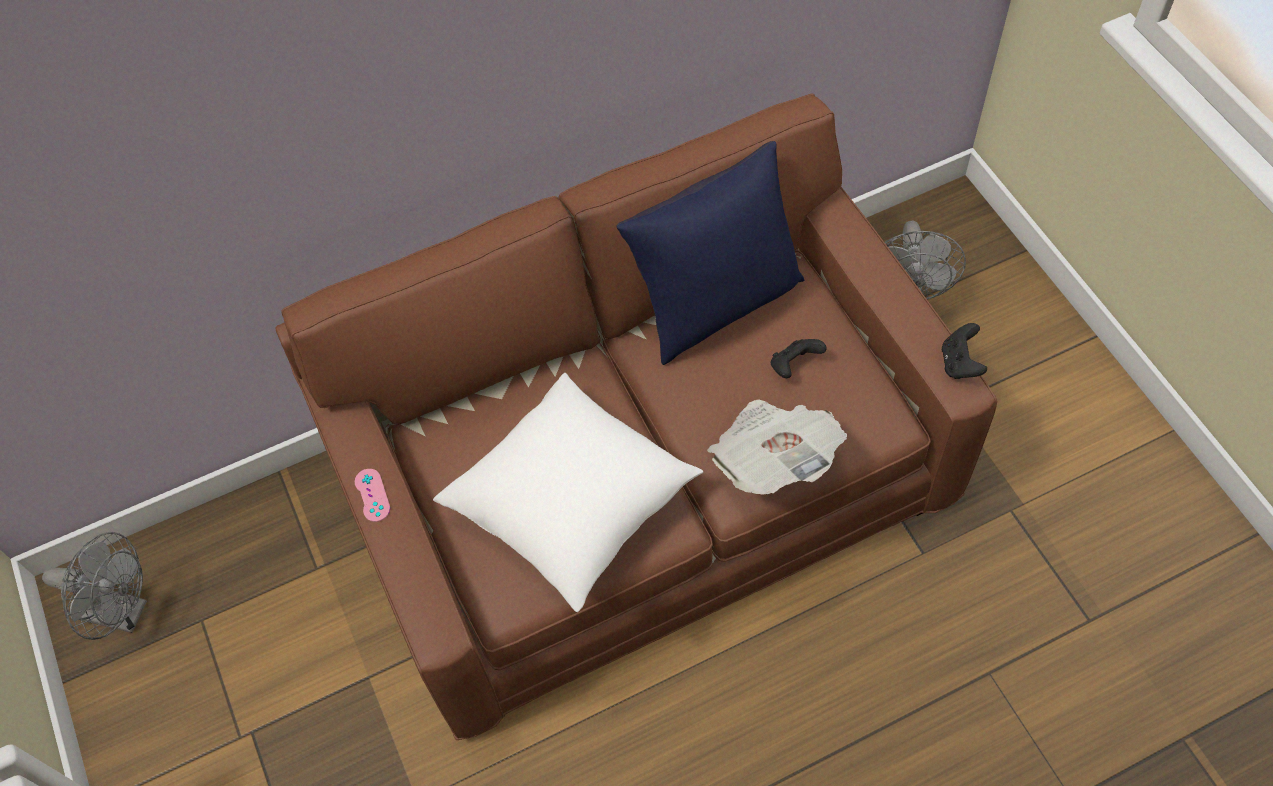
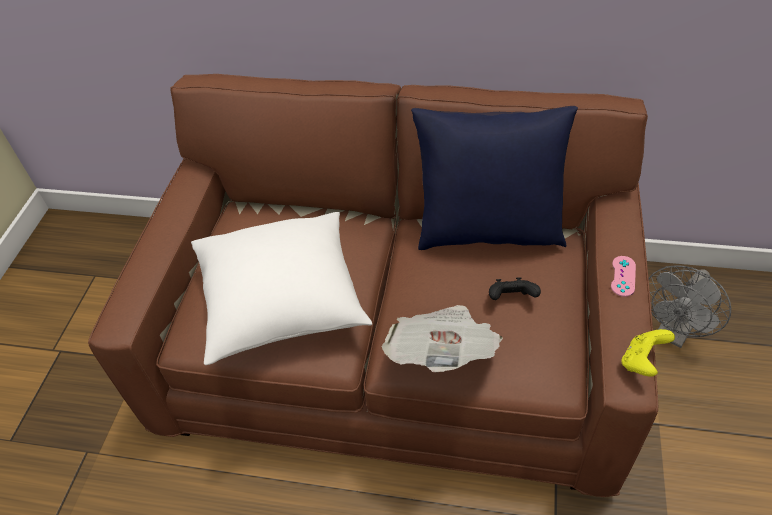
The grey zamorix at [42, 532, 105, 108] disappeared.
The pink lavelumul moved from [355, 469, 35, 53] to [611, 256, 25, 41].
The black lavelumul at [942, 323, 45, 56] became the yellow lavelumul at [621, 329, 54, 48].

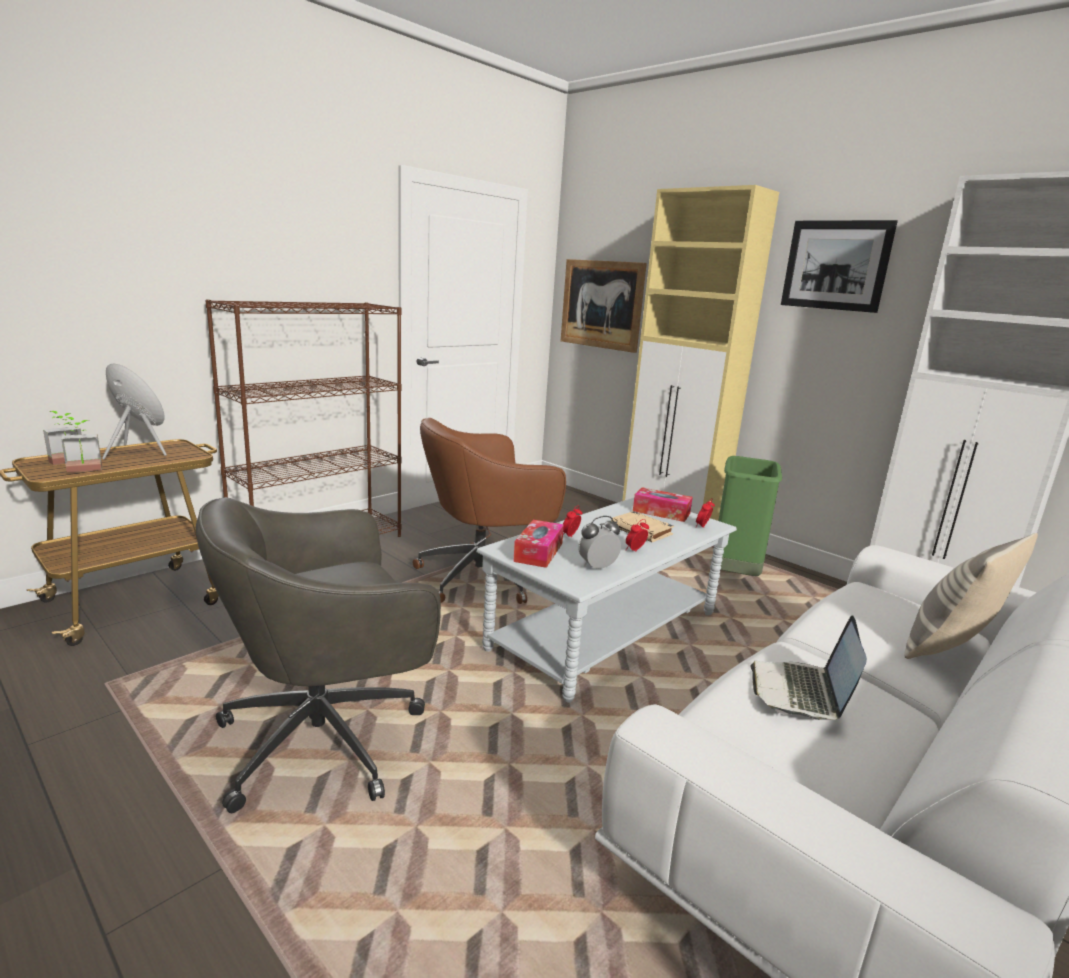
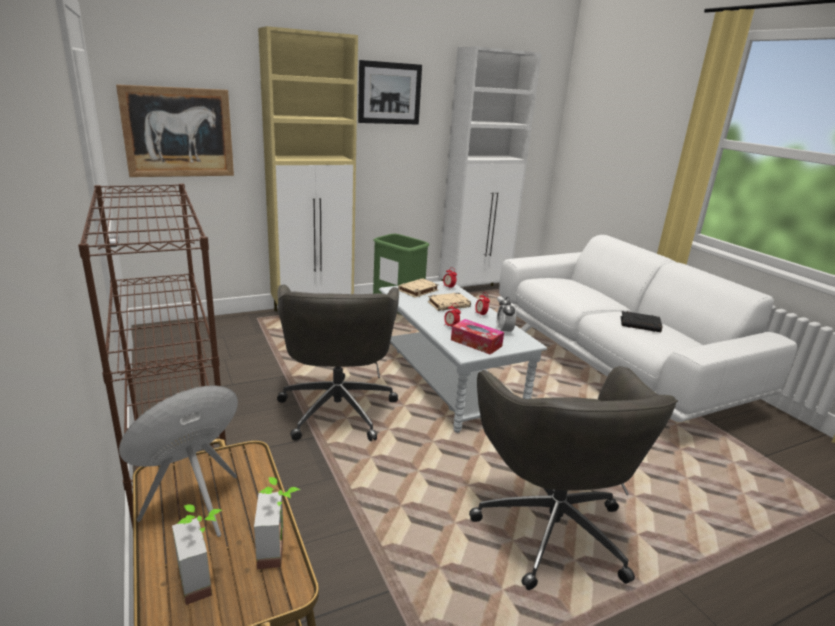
The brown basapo at [413, 418, 153, 186] became the grey basapo at [277, 285, 122, 156].
The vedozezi at [633, 487, 60, 35] was replaced by the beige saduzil at [398, 278, 41, 19].
The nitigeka at [750, 615, 117, 105] was replaced by the black saduzil at [621, 311, 41, 21].
The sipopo at [904, 533, 134, 126] disappeared.

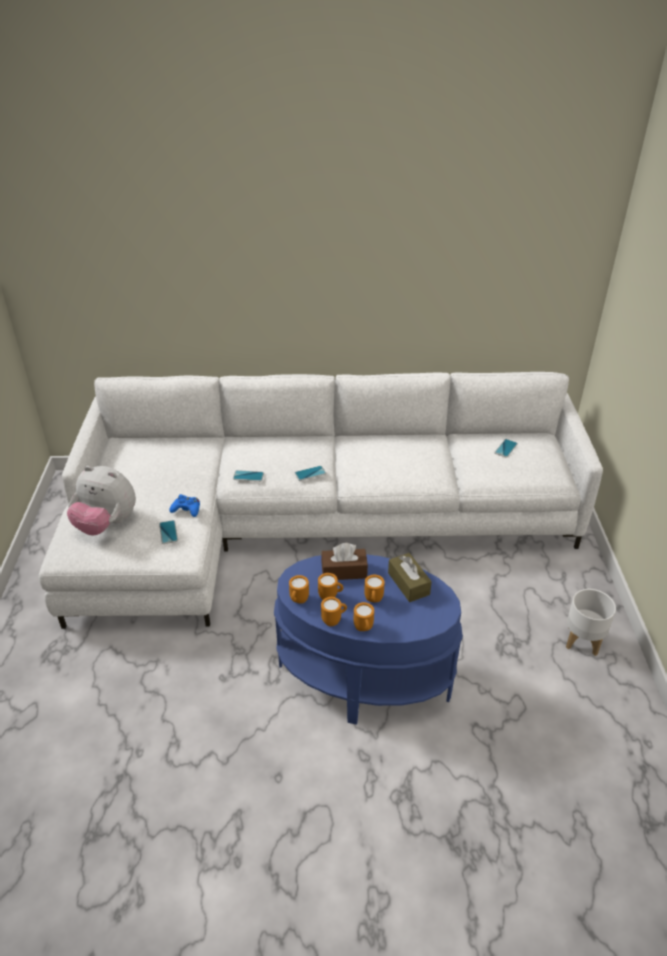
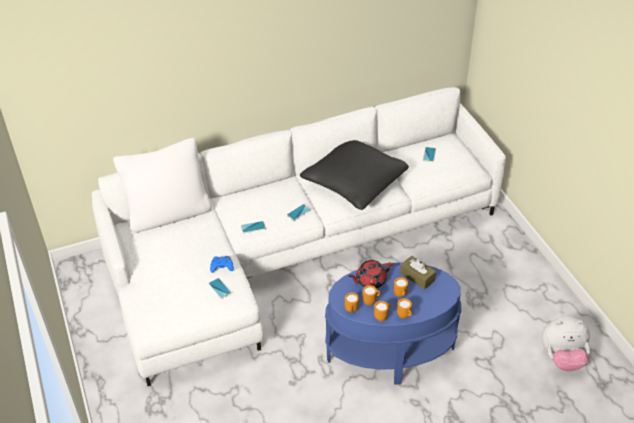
The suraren moved from [67, 466, 69, 70] to [541, 317, 49, 54].
The brown vedozezi at [321, 543, 47, 37] was replaced by the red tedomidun at [348, 260, 44, 28].
The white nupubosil at [566, 589, 50, 67] disappeared.
The white sipopo at [113, 138, 99, 95] appeared.
The black sipopo at [300, 140, 109, 70] appeared.

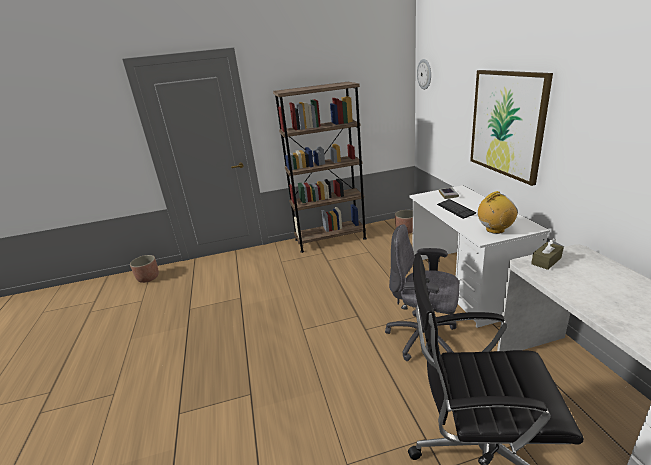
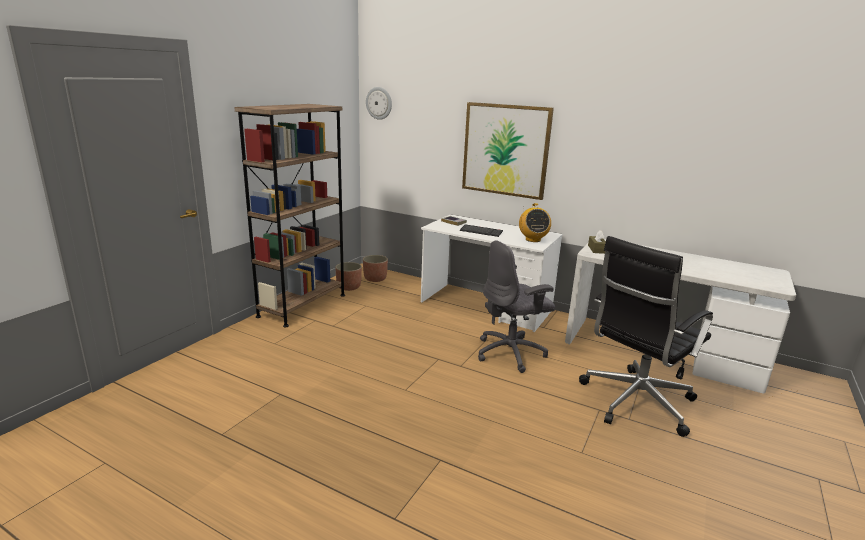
The nupubosil moved from [130, 255, 29, 28] to [335, 262, 27, 29].
The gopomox at [478, 191, 40, 43] turned 150 degrees clockwise.

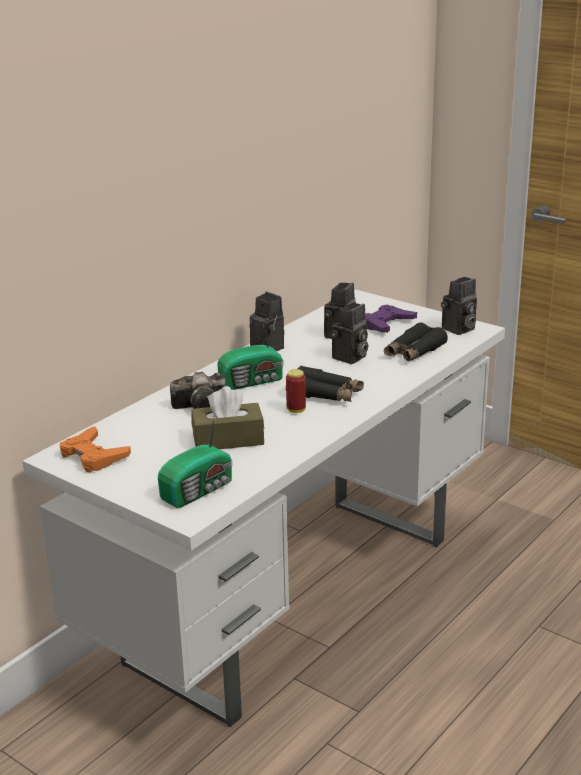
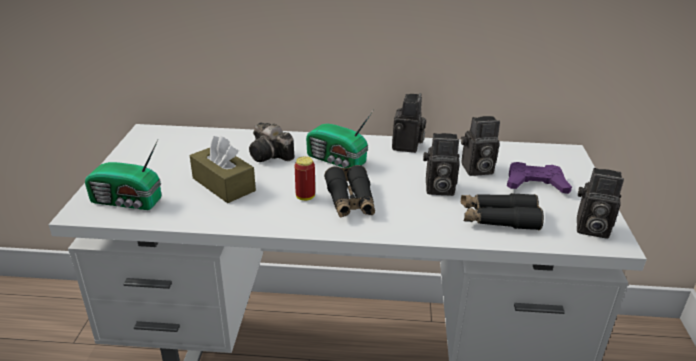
The orange lavelumul at [60, 426, 71, 46] disappeared.

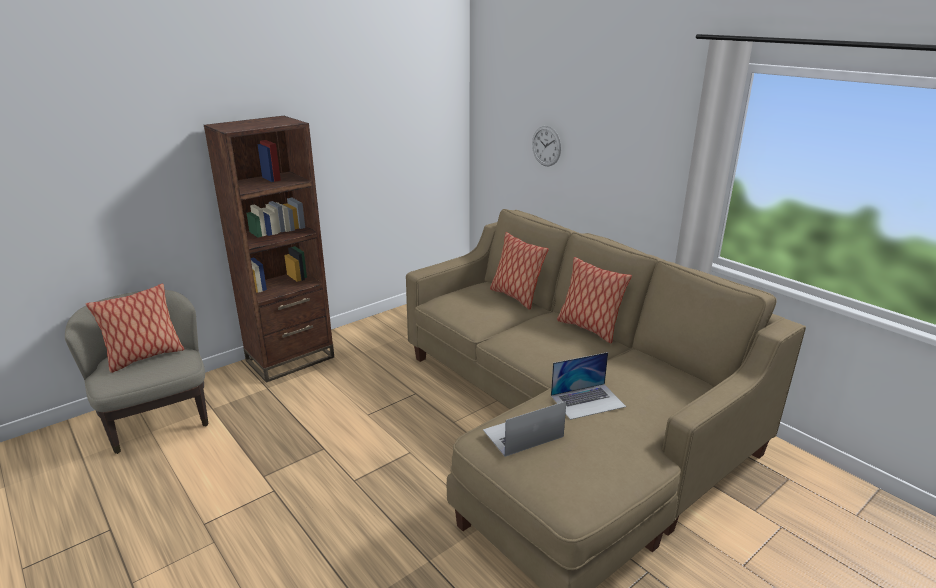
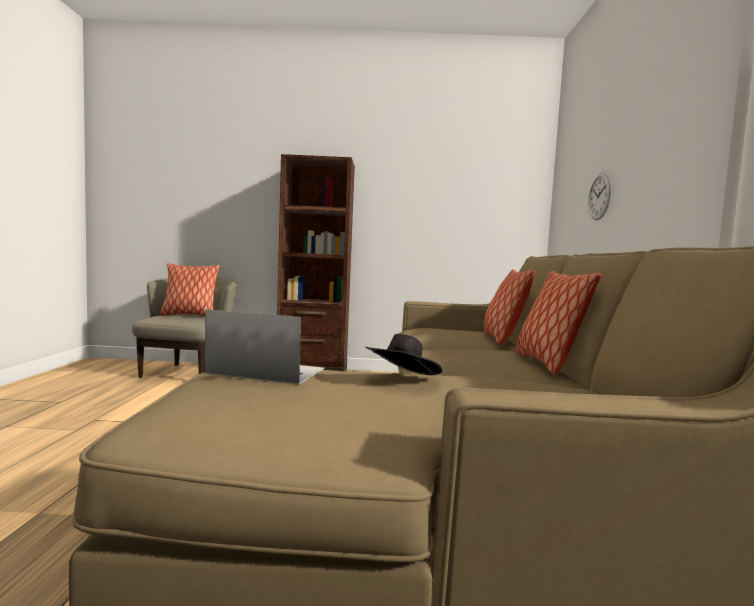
The nitigeka at [551, 352, 75, 68] was replaced by the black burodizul at [366, 334, 76, 41].

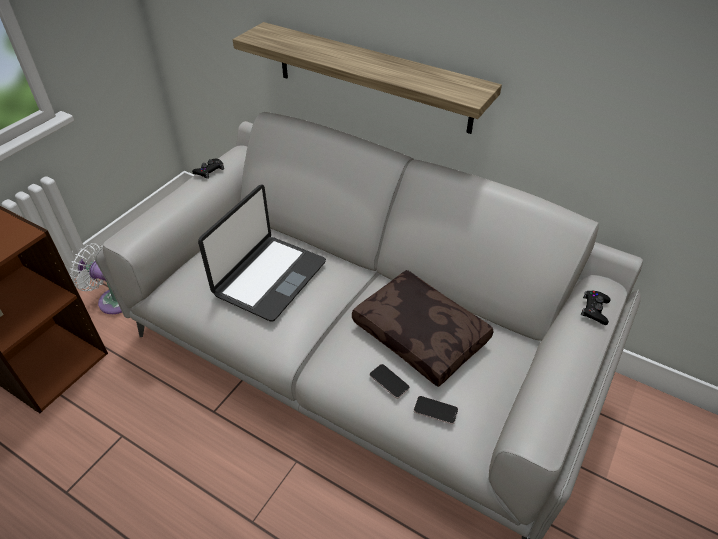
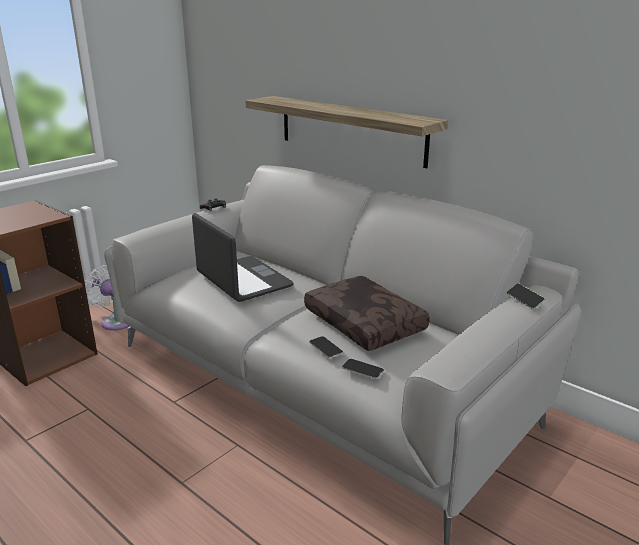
The nitigeka at [198, 185, 128, 137] turned 75 degrees counterclockwise.
The black lavelumul at [581, 291, 30, 34] was replaced by the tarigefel at [507, 283, 38, 26].

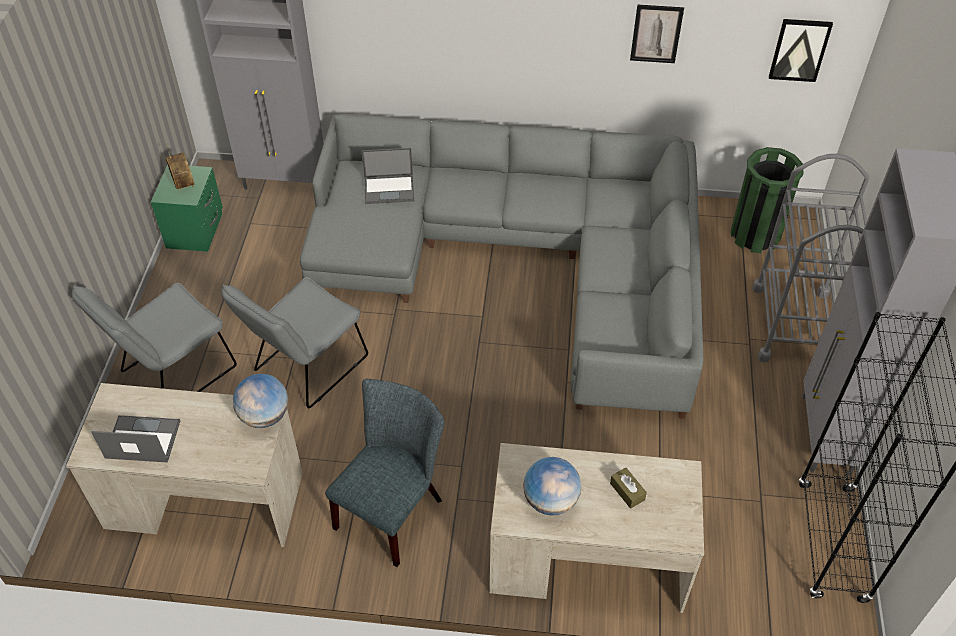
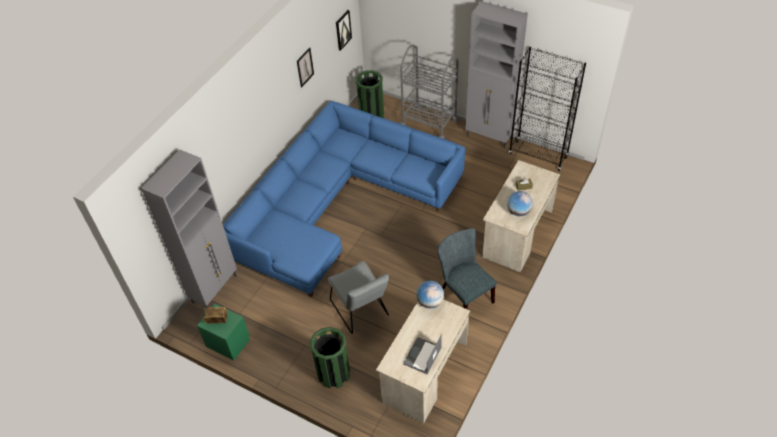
The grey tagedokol at [72, 283, 165, 109] was replaced by the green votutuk at [310, 327, 40, 62].
The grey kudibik at [300, 114, 403, 305] became the blue kudibik at [223, 101, 242, 196].
The nitigeka at [361, 148, 54, 56] disappeared.

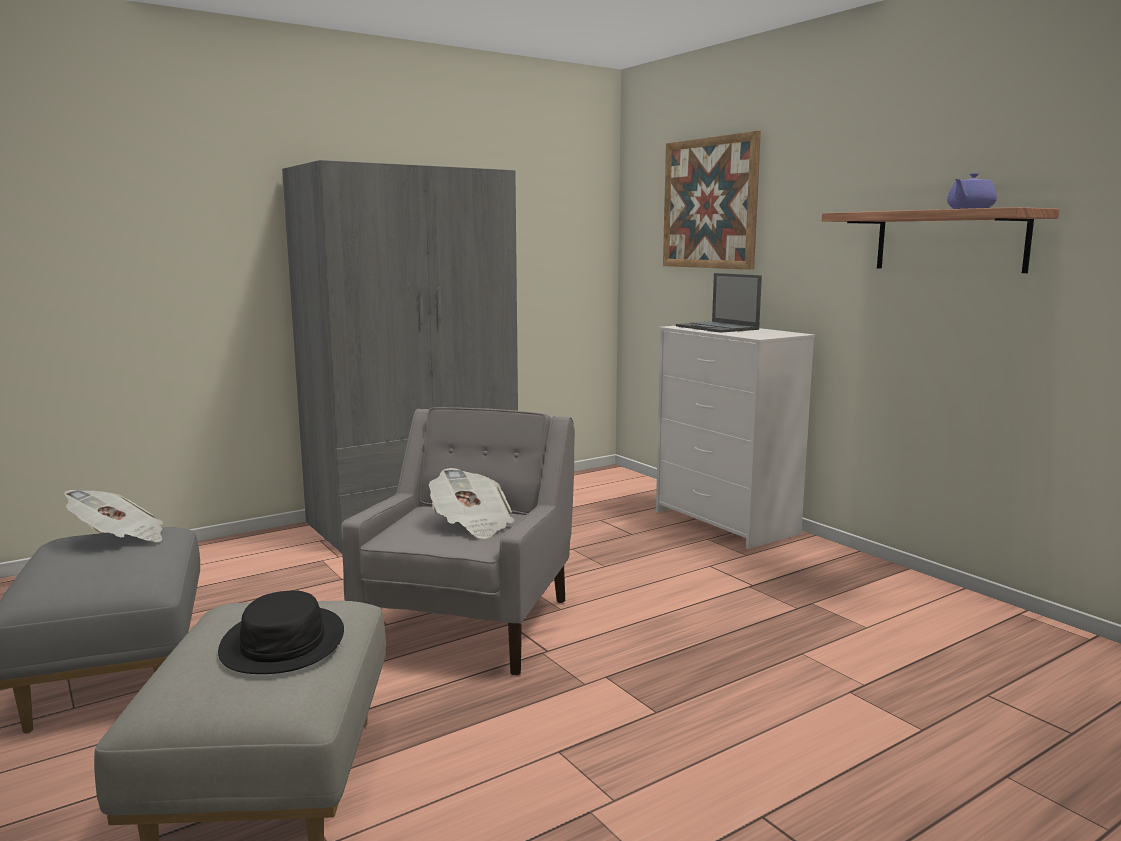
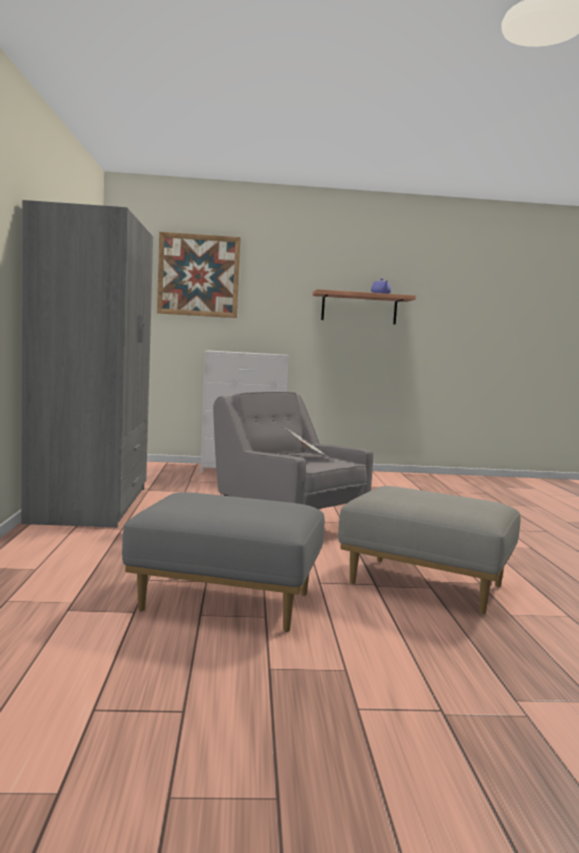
The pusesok at [64, 490, 99, 52] disappeared.
The black burodizul at [218, 590, 126, 84] disappeared.
The nitigeka at [676, 273, 86, 60] disappeared.

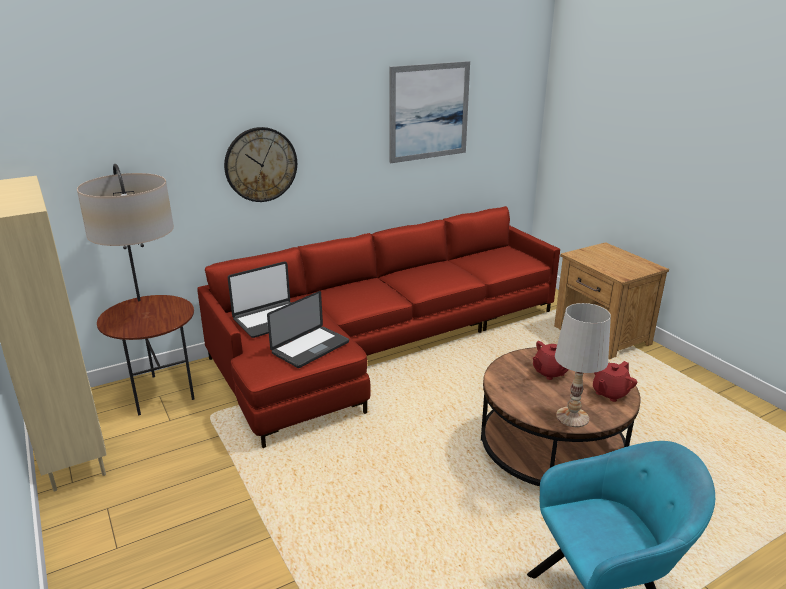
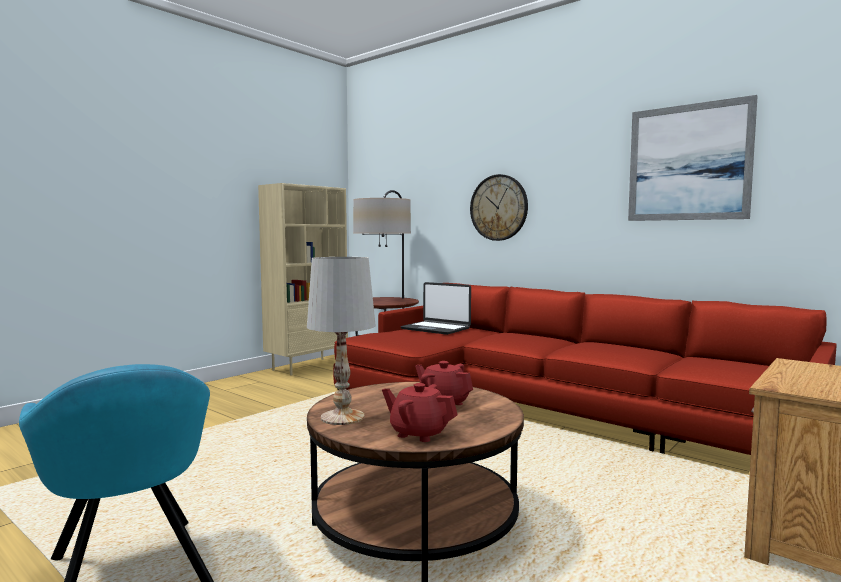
The nitigeka at [267, 291, 82, 77] disappeared.

